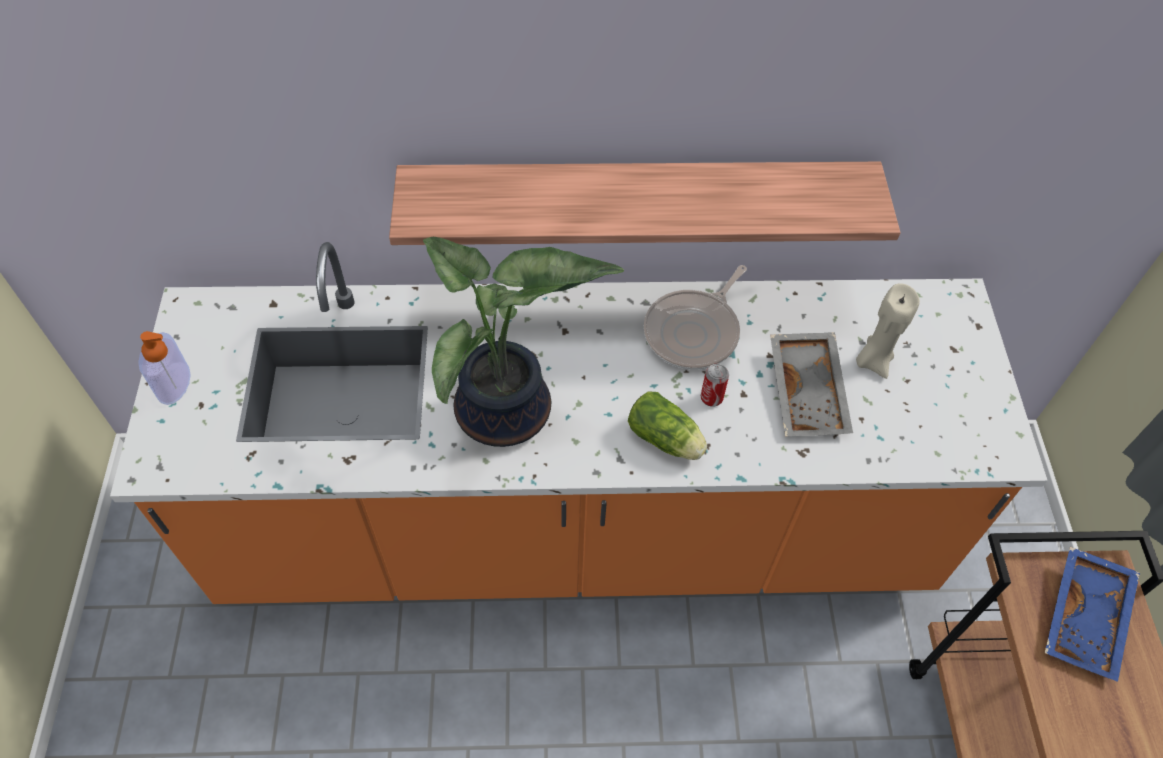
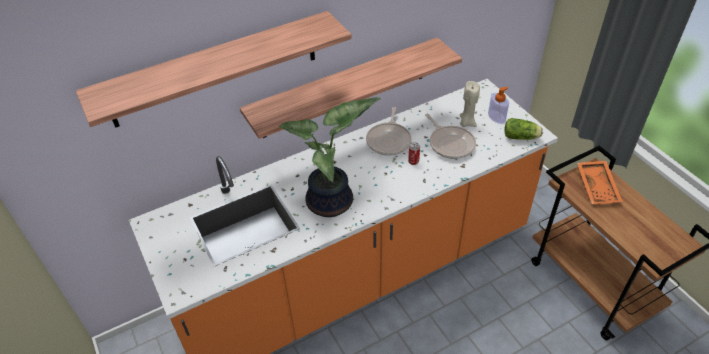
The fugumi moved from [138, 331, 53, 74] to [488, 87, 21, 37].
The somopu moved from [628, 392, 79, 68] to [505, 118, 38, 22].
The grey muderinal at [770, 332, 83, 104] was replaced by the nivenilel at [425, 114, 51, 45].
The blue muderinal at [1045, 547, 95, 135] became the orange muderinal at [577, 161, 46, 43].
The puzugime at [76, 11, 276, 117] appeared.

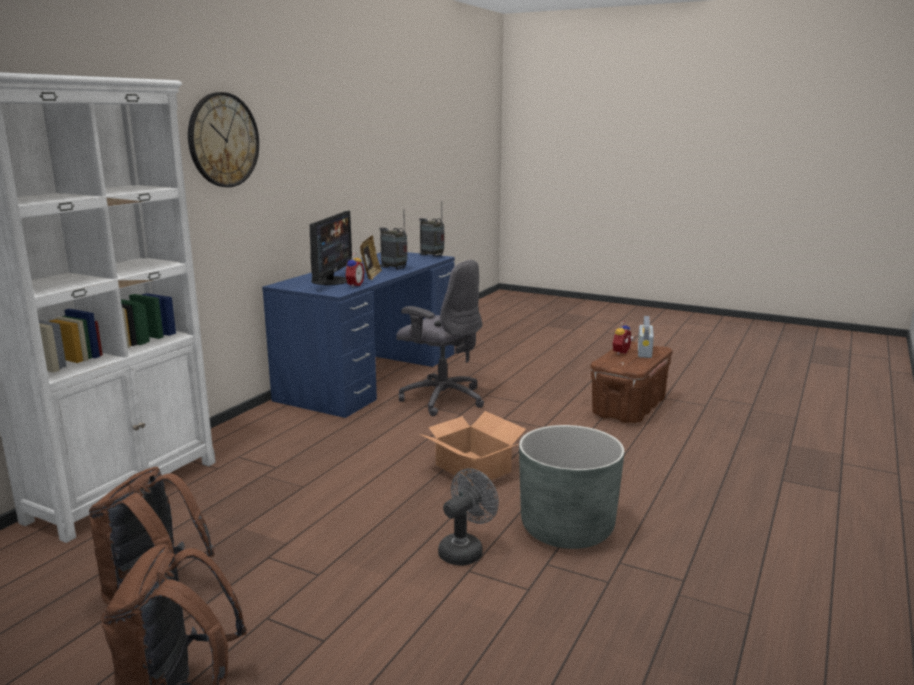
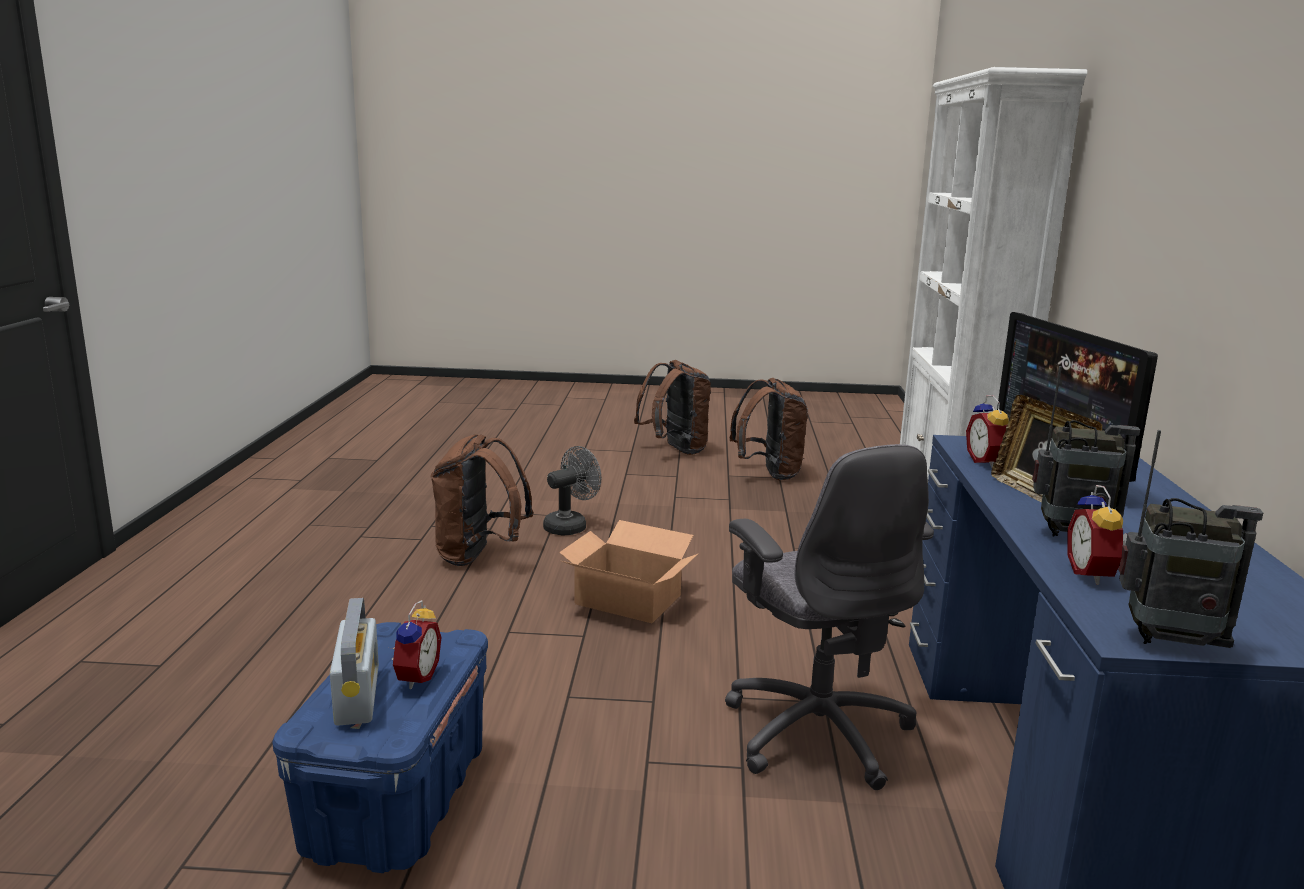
The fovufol at [188, 92, 71, 95] disappeared.
The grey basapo at [396, 260, 88, 156] turned 120 degrees counterclockwise.
The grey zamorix at [438, 468, 61, 98] turned 150 degrees counterclockwise.
The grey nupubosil at [519, 425, 106, 124] was replaced by the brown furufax at [431, 434, 103, 132].
The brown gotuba at [591, 341, 81, 82] became the blue gotuba at [272, 622, 216, 251].
The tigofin at [1067, 485, 60, 100] appeared.

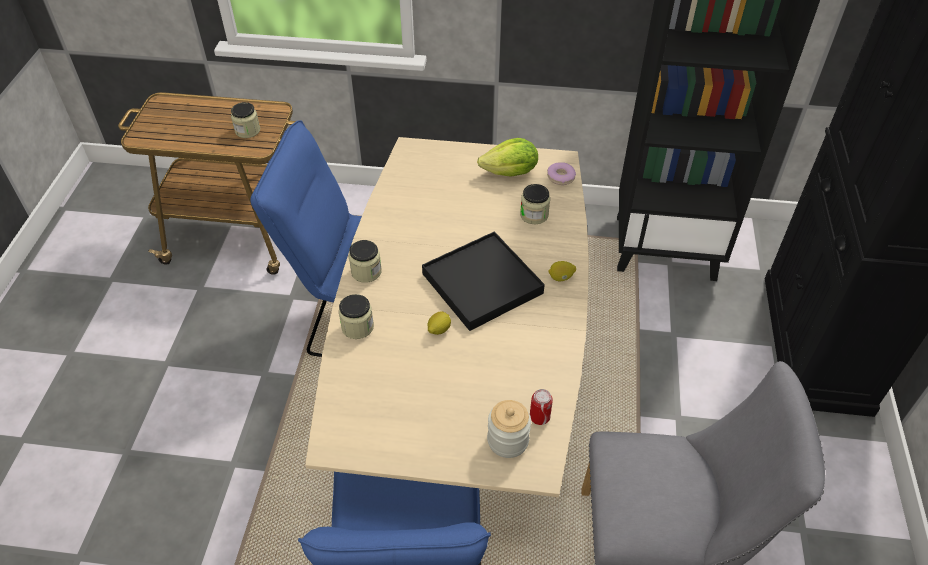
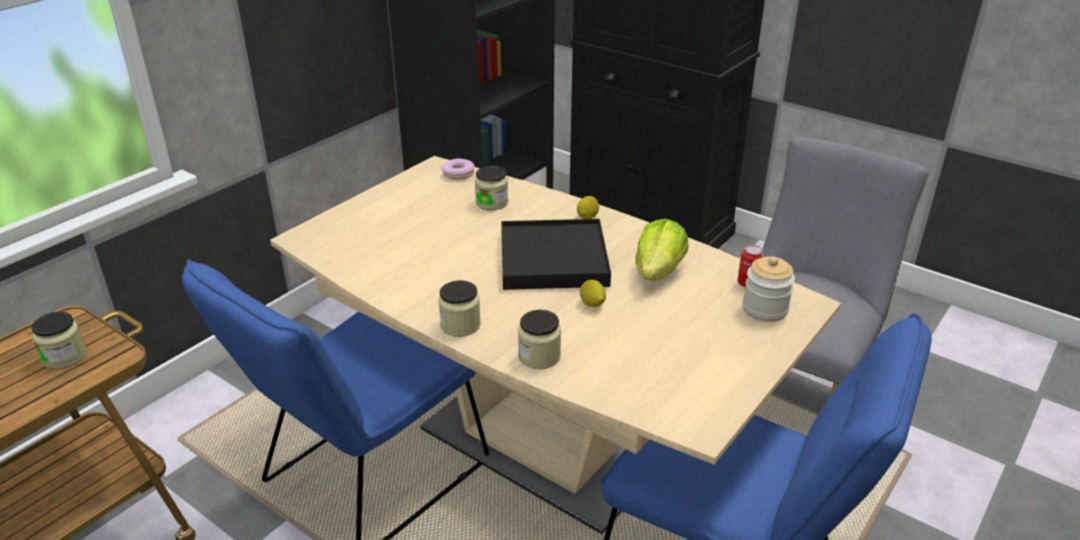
The somopu moved from [477, 138, 61, 39] to [635, 219, 54, 62].

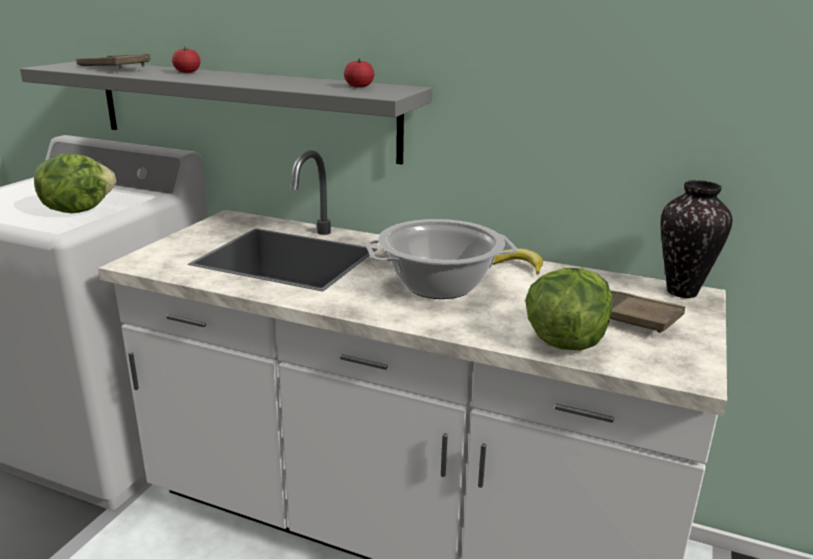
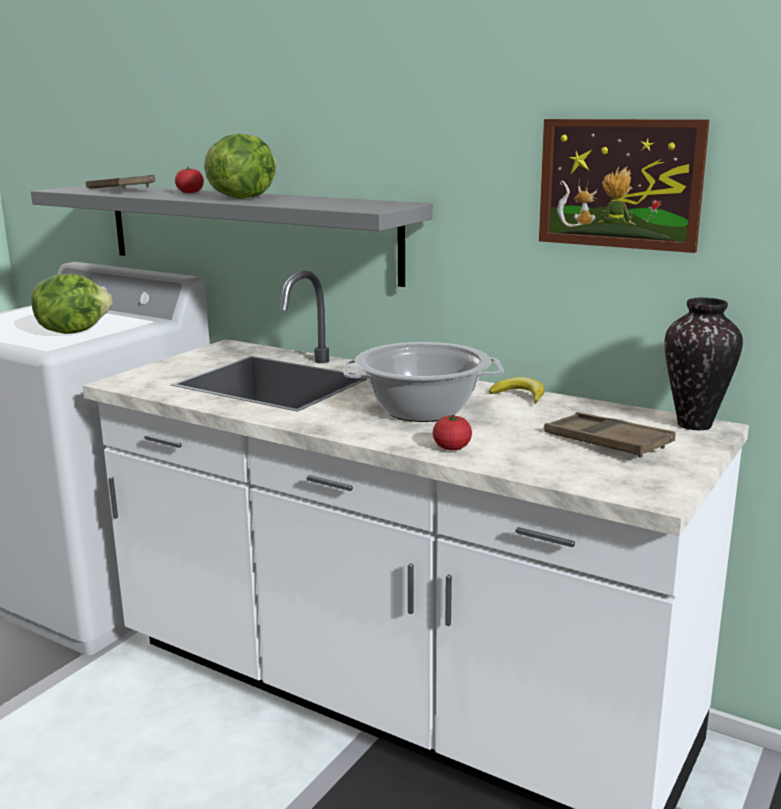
The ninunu moved from [344, 58, 30, 30] to [433, 415, 39, 35].
The somopu moved from [525, 268, 87, 83] to [204, 134, 73, 65].
The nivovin at [539, 119, 170, 134] appeared.

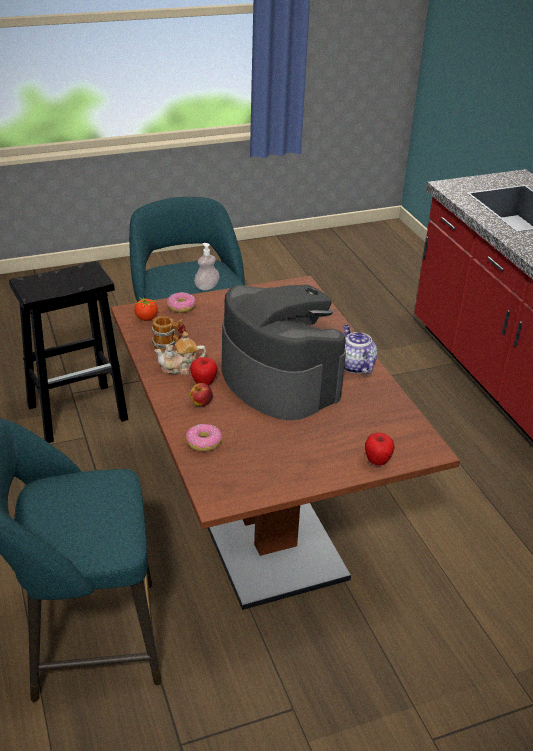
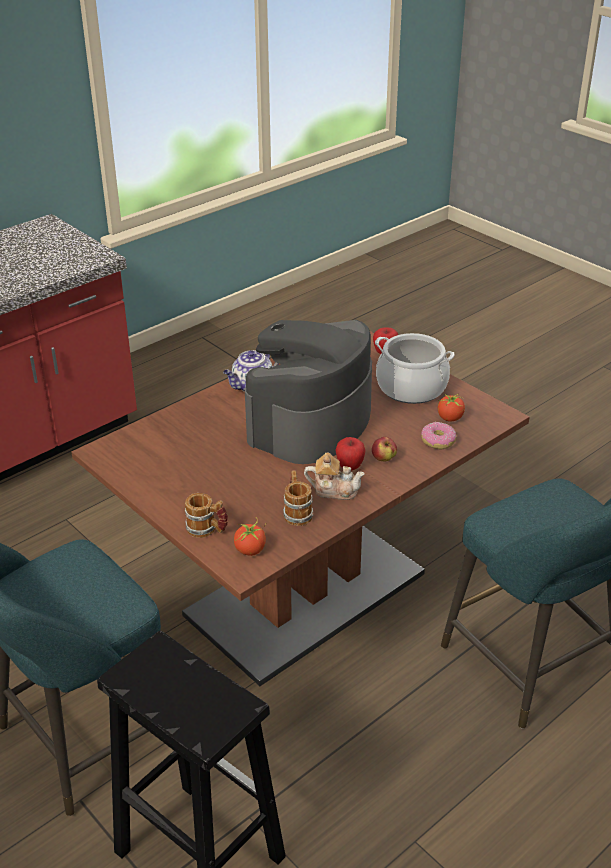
The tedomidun at [154, 331, 52, 44] turned 45 degrees counterclockwise.
The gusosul at [166, 292, 30, 21] was replaced by the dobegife at [185, 493, 43, 45].
The fugumi at [194, 243, 26, 47] disappeared.
The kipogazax at [375, 333, 80, 71] appeared.
The ninunu at [438, 393, 27, 28] appeared.

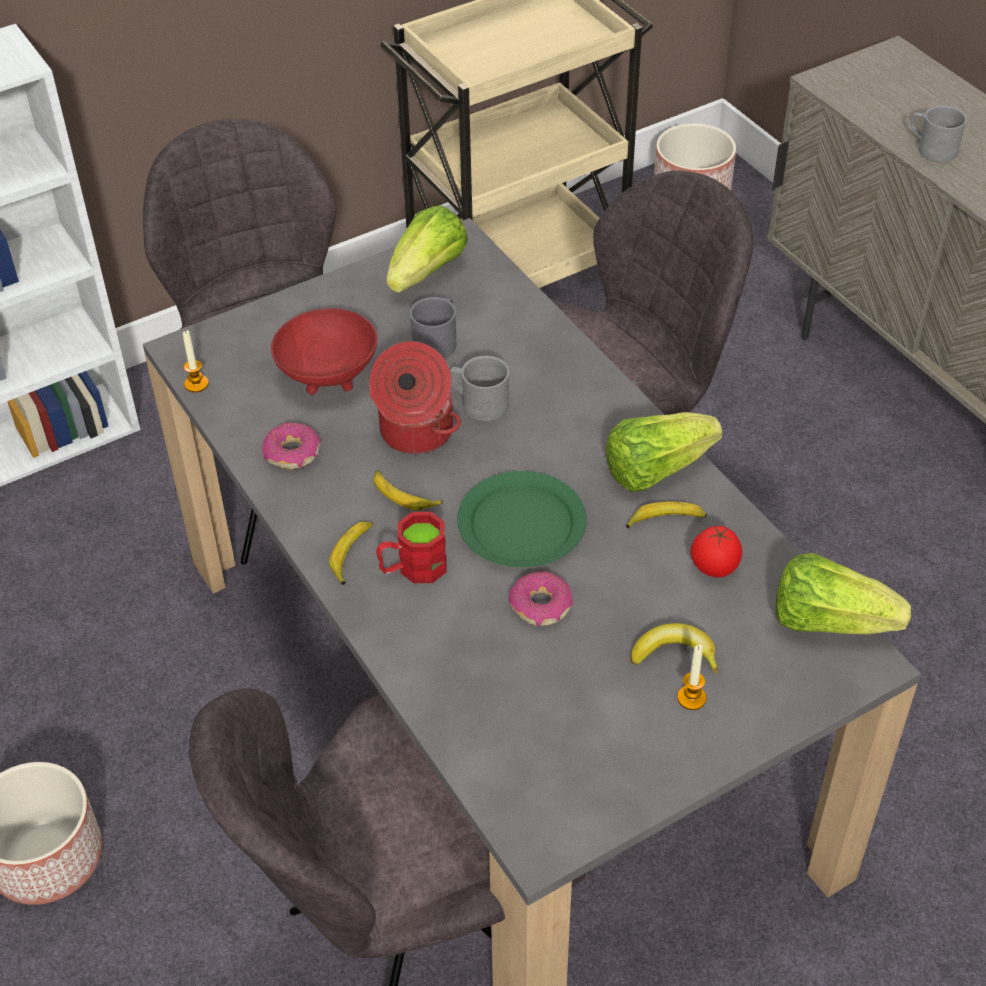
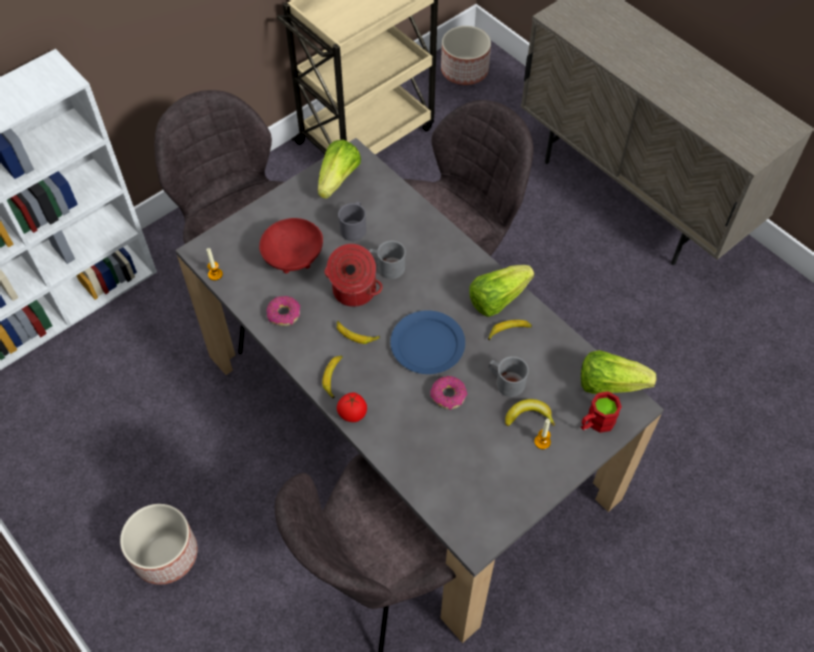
The red dobegife moved from [376, 511, 71, 72] to [581, 391, 41, 42].
The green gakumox at [457, 471, 130, 96] became the blue gakumox at [390, 310, 75, 64].
The ninunu moved from [690, 526, 52, 52] to [337, 393, 30, 29].
The grey dobegife moved from [910, 105, 57, 57] to [489, 356, 40, 41].

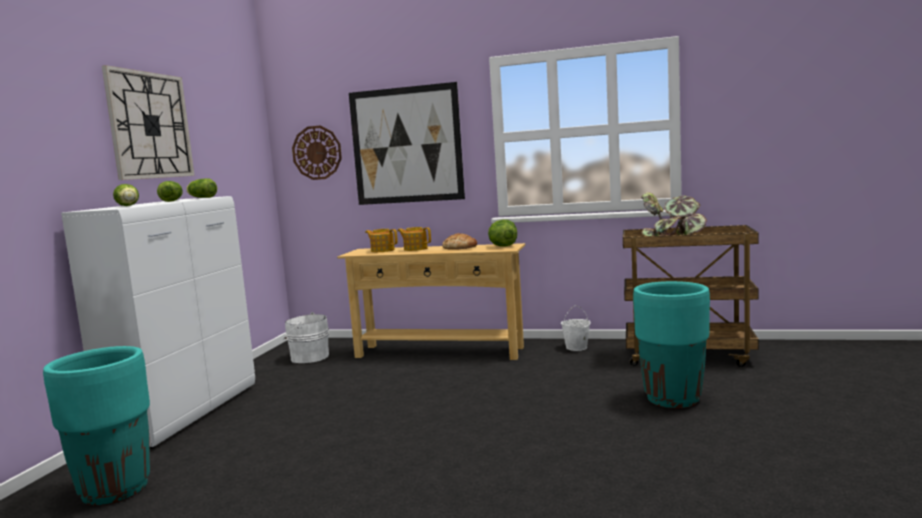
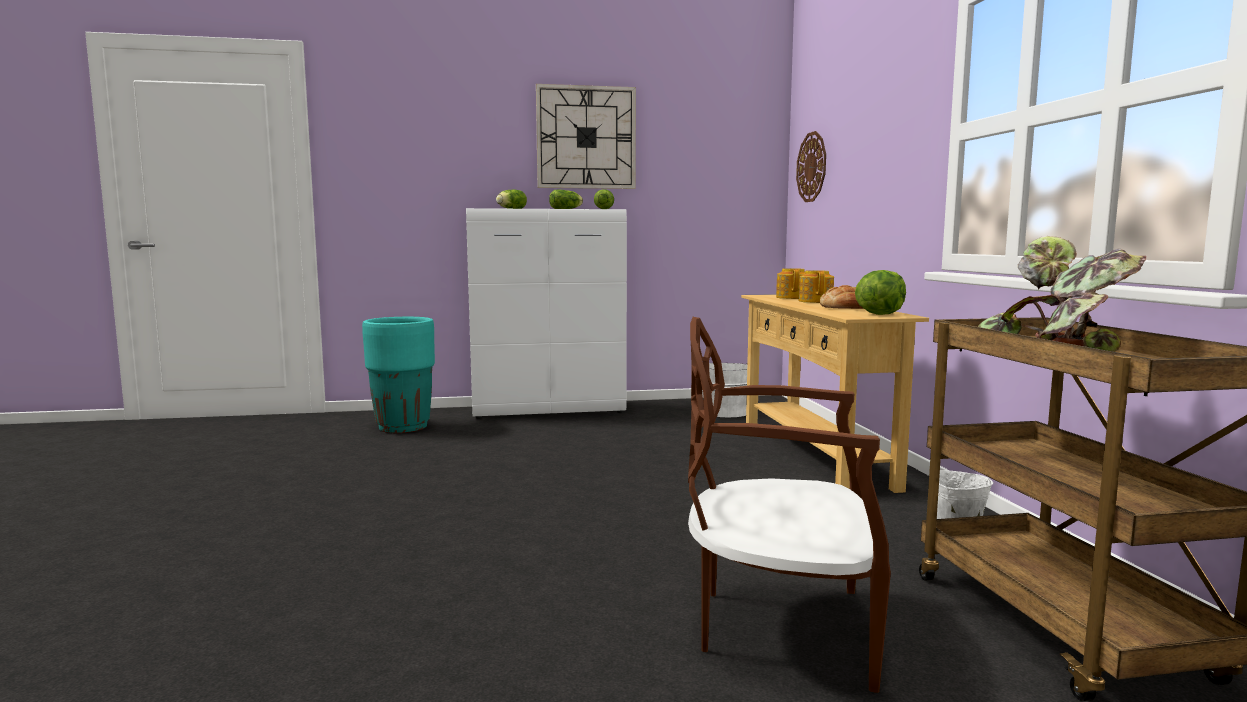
The nivovin at [349, 82, 116, 123] disappeared.
The turquoise nupubosil at [633, 281, 77, 127] was replaced by the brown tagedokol at [688, 317, 203, 376].

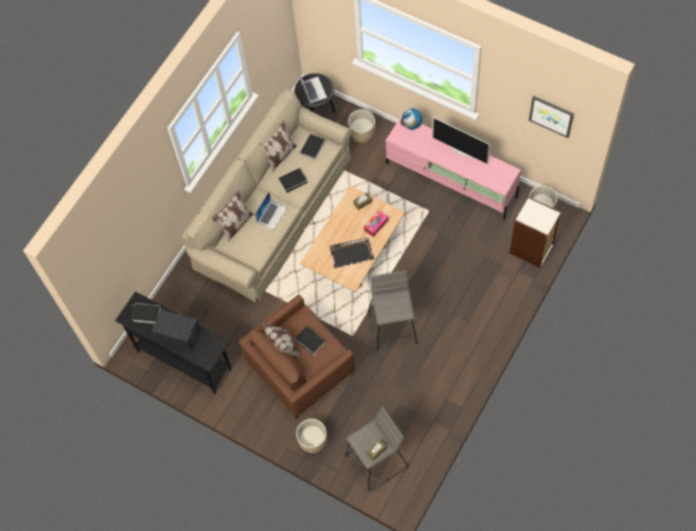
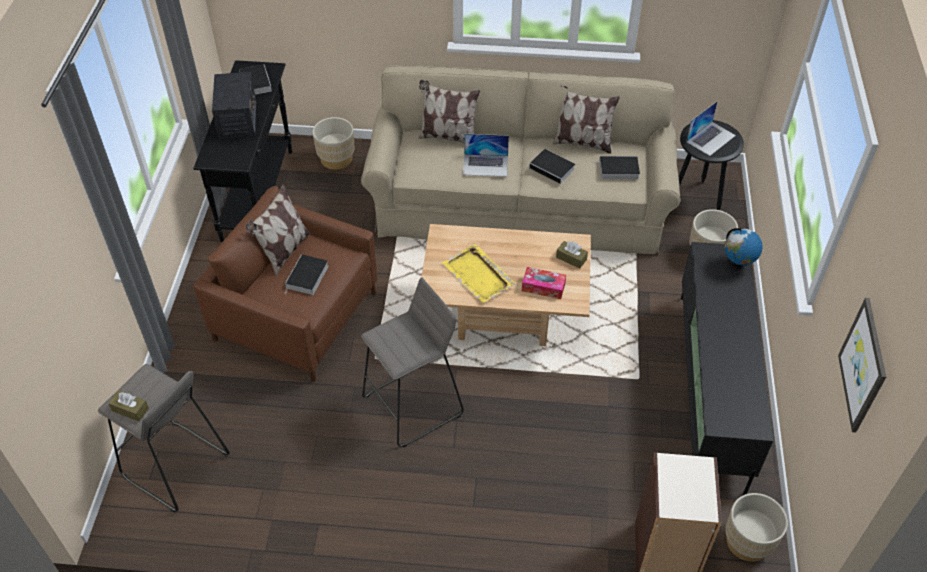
The beige nupubosil moved from [296, 419, 31, 34] to [312, 117, 43, 53].
The black muderinal at [330, 237, 44, 31] became the yellow muderinal at [442, 244, 74, 59].
The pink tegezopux at [386, 115, 135, 105] became the black tegezopux at [681, 242, 92, 253].
The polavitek at [432, 117, 58, 47] disappeared.

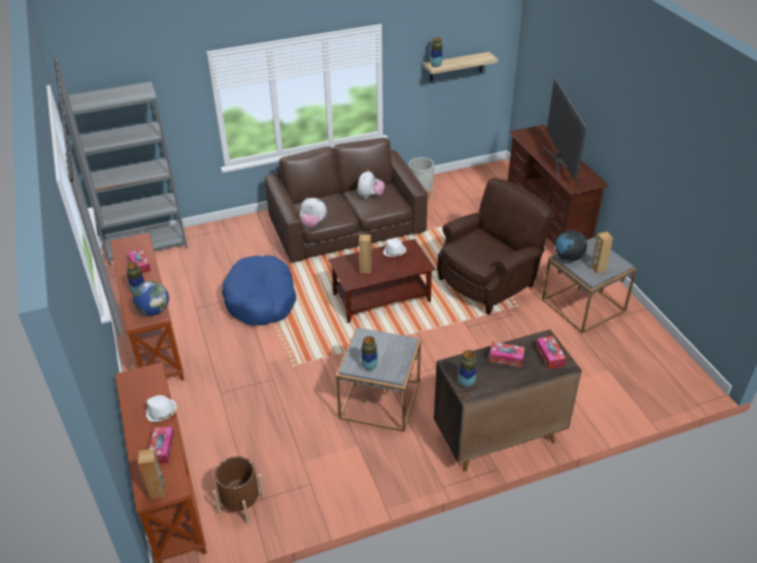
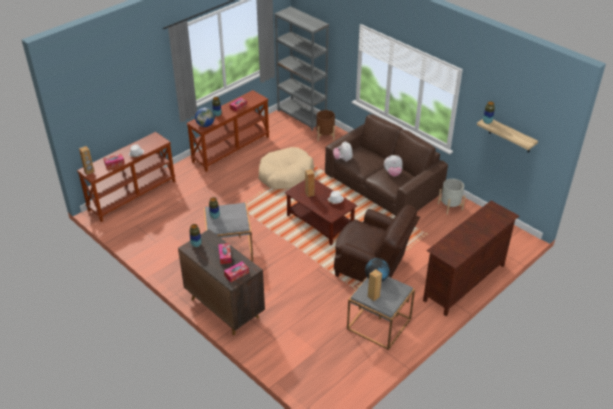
The brown nupubosil moved from [213, 456, 52, 68] to [316, 110, 19, 31].
The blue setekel at [222, 255, 74, 70] became the beige setekel at [259, 147, 55, 42].
The polavitek at [542, 78, 45, 104] disappeared.

